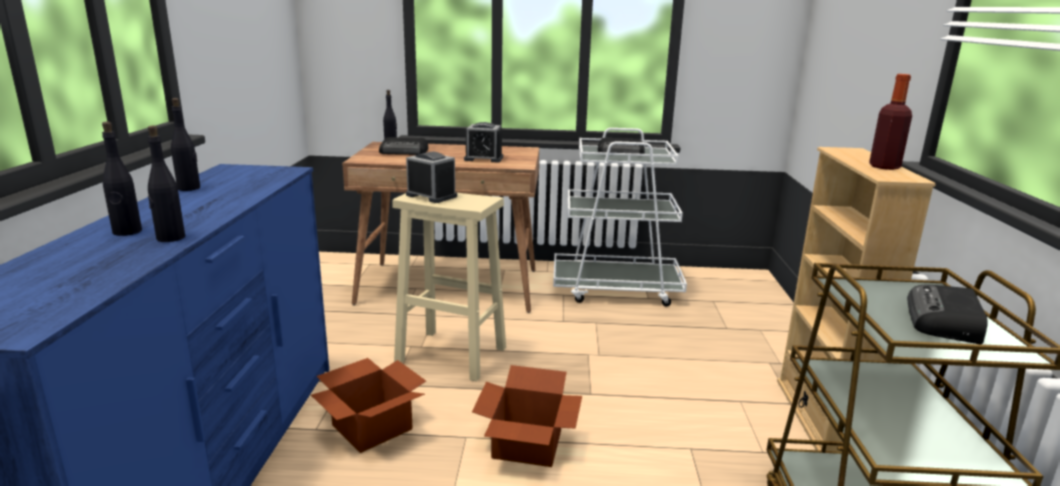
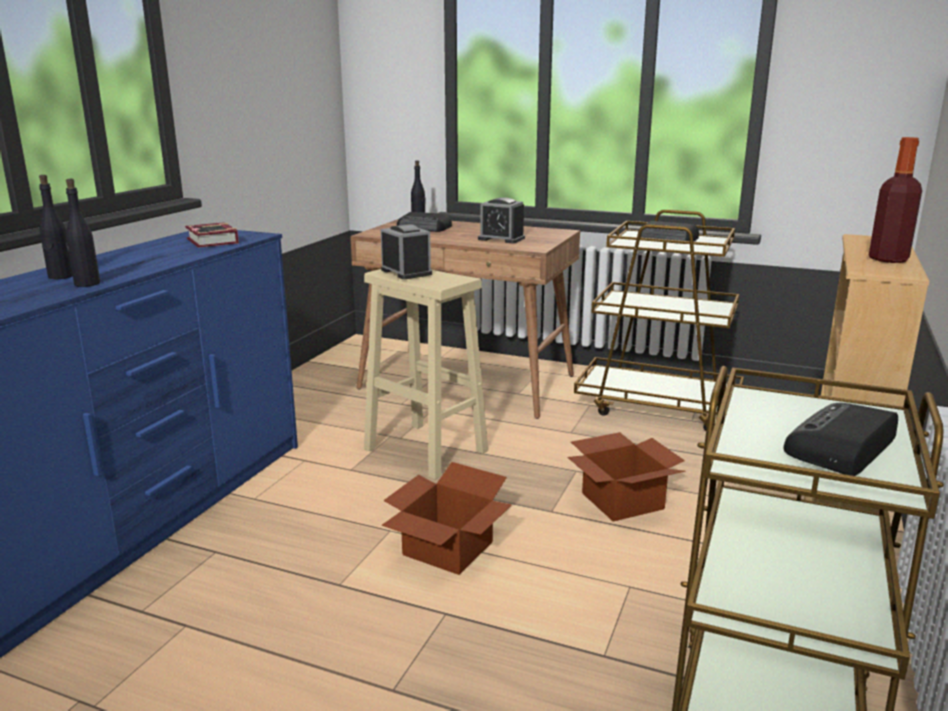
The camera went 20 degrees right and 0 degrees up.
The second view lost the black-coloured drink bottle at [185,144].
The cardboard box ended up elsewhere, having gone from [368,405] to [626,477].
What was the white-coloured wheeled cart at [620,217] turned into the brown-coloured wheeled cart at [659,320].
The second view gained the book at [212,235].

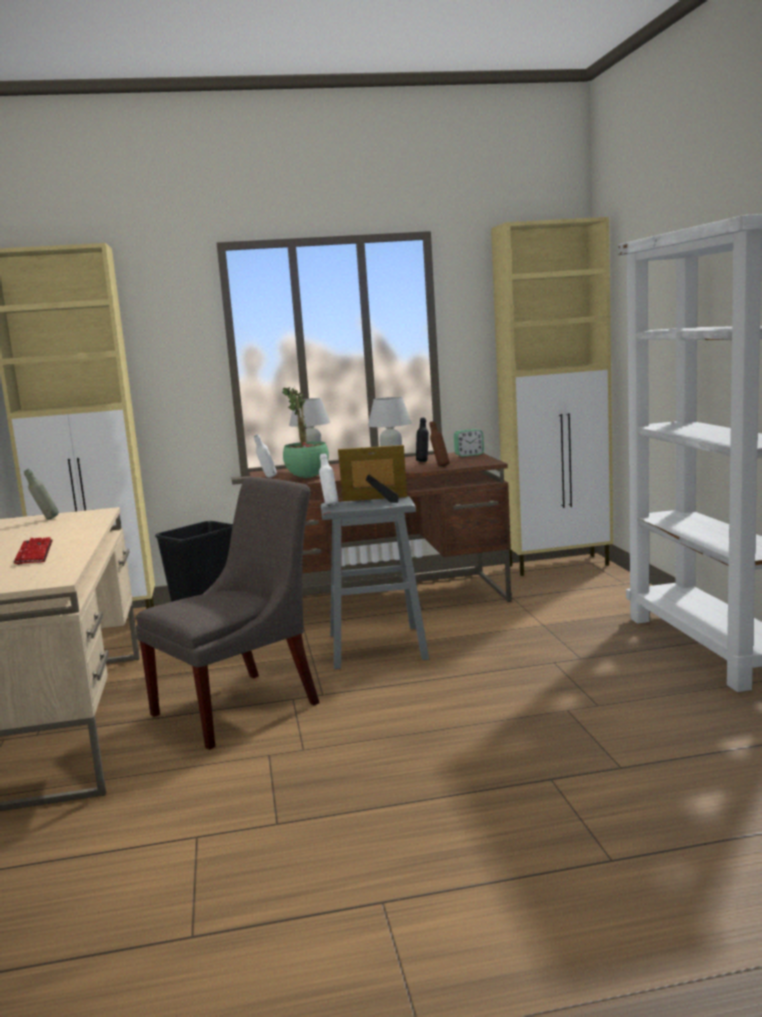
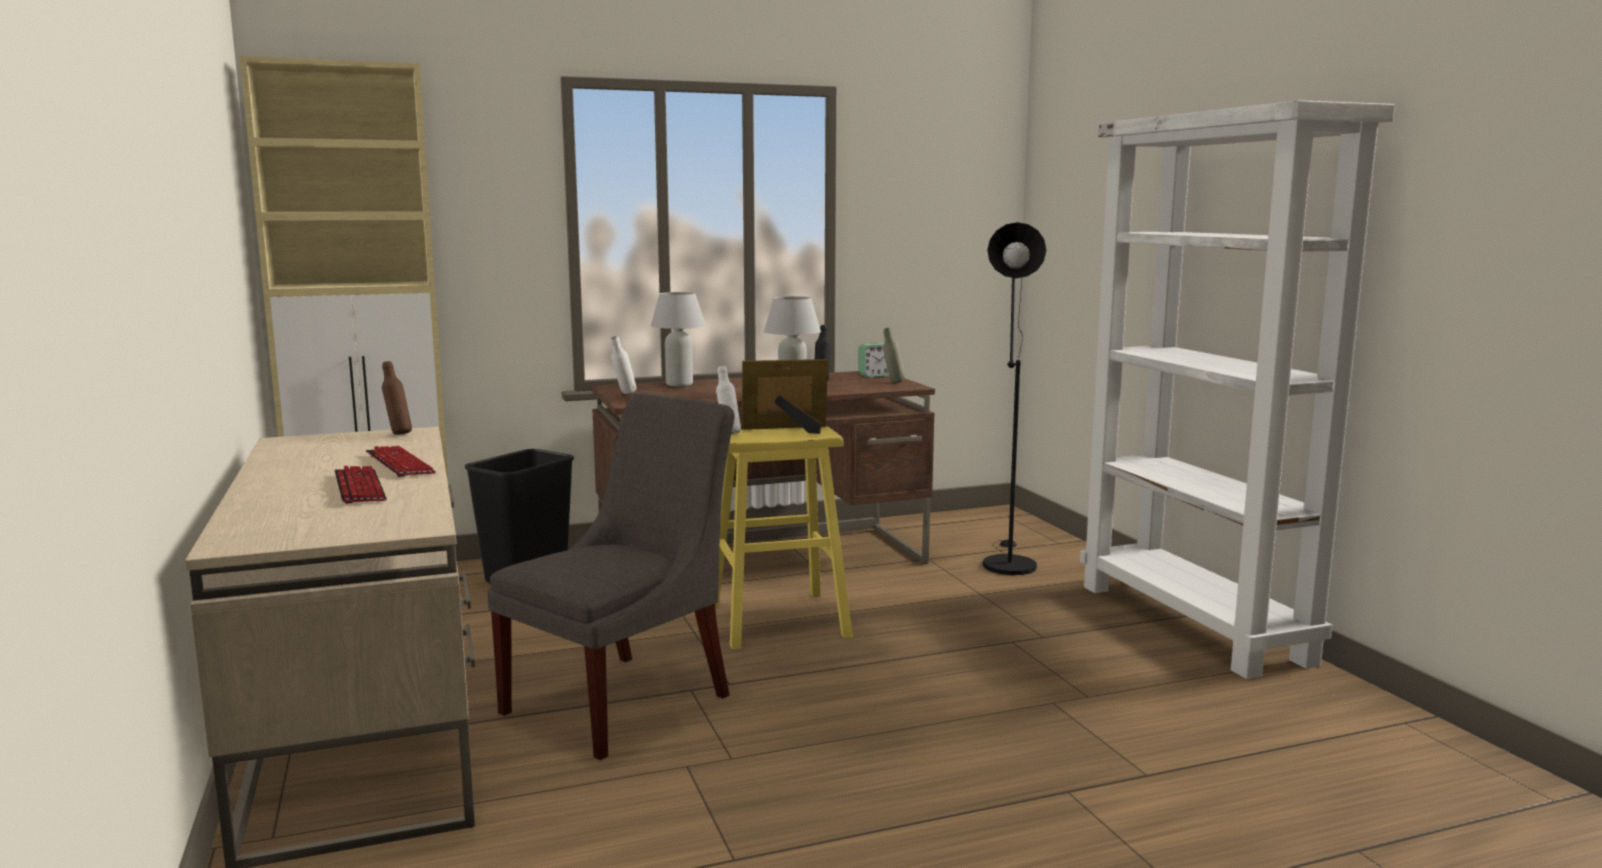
The camera went 10 degrees left and 0 degrees up.
The greyish drink bottle ended up elsewhere, having gone from [41,494] to [894,355].
The second view lost the potted plant at [305,432].
What was the greyish stool seat at [375,582] turned into the yellow-coloured stool seat at [784,538].
The brown-coloured drink bottle ended up elsewhere, having gone from [439,444] to [397,398].
The second view lost the beige cabinet at [552,396].
The second view gained the PC keyboard at [401,461].
The second view gained the black-coloured standing lamp at [1014,398].

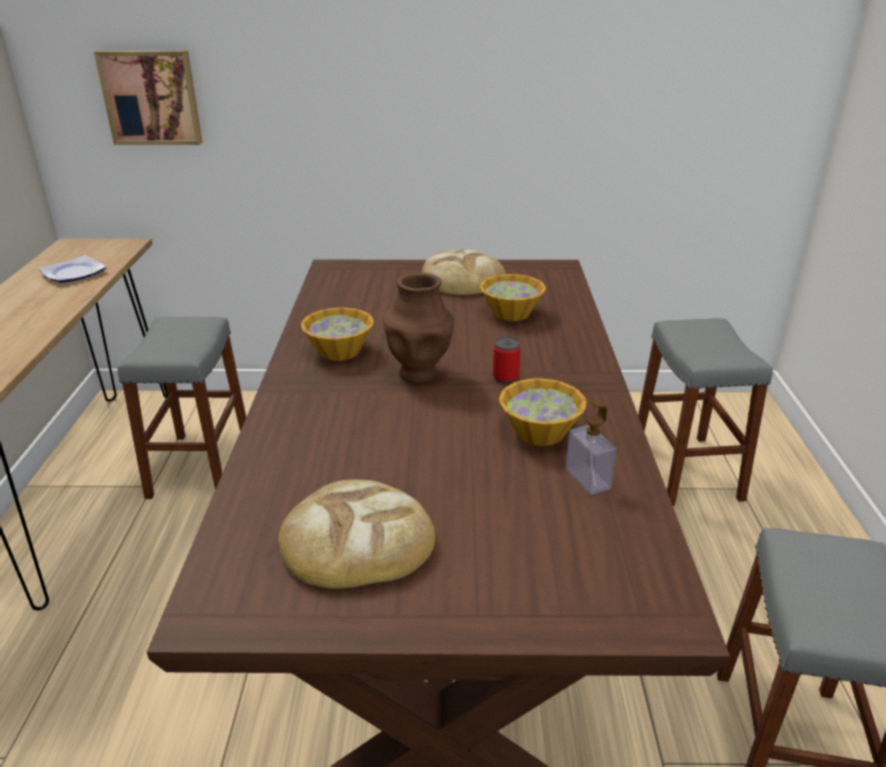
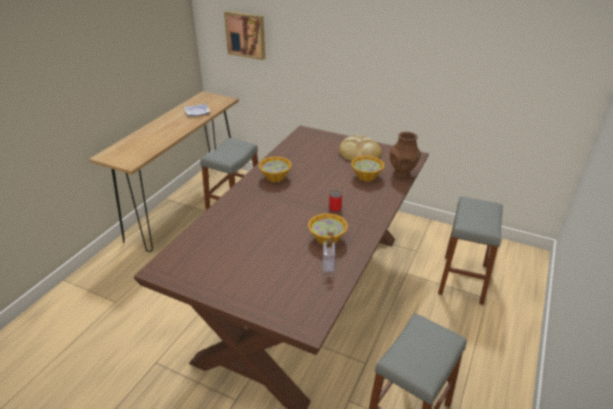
The camera went 25 degrees right and 5 degrees up.
The second view lost the bread at [357,534].
The brown-coloured vase ended up elsewhere, having gone from [418,327] to [405,155].

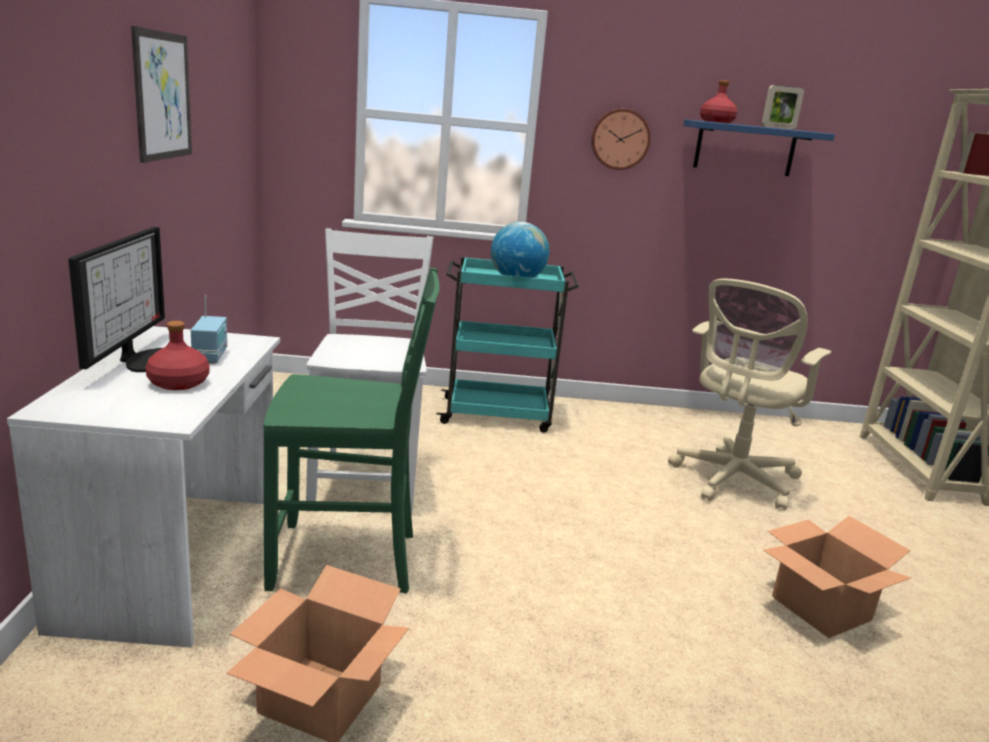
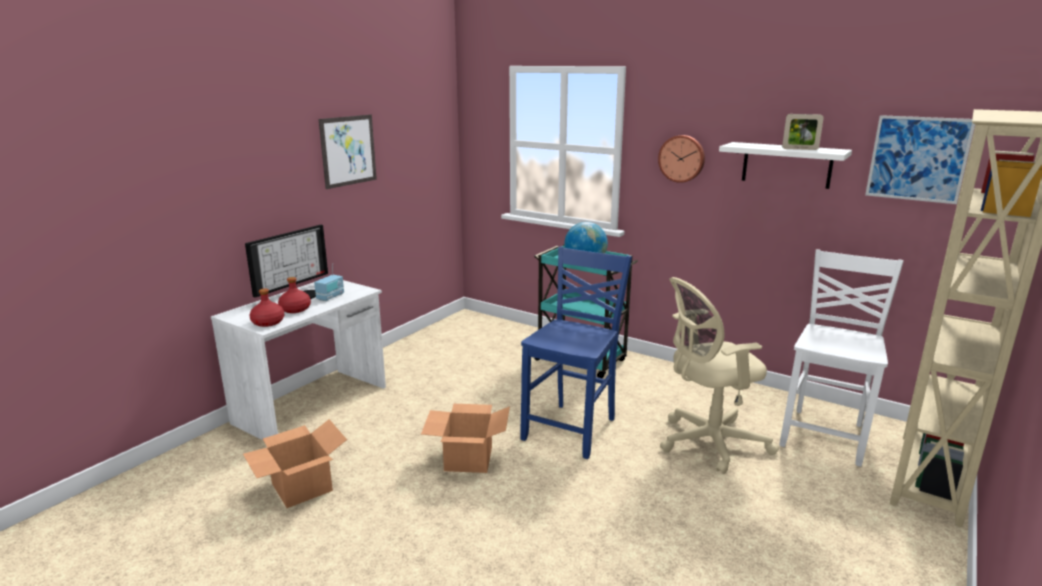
The camera went 35 degrees right and 0 degrees up.
The second view lost the green-coloured chair at [351,430].
The white-coloured chair ended up elsewhere, having gone from [370,372] to [841,358].
What was the blue wall shelf at [759,147] turned into the white-coloured wall shelf at [785,165].
The red drink bottle ended up elsewhere, having gone from [718,101] to [267,308].
The cardboard box ended up elsewhere, having gone from [837,577] to [465,438].
The second view gained the blue chair at [576,352].
The second view gained the picture at [920,159].

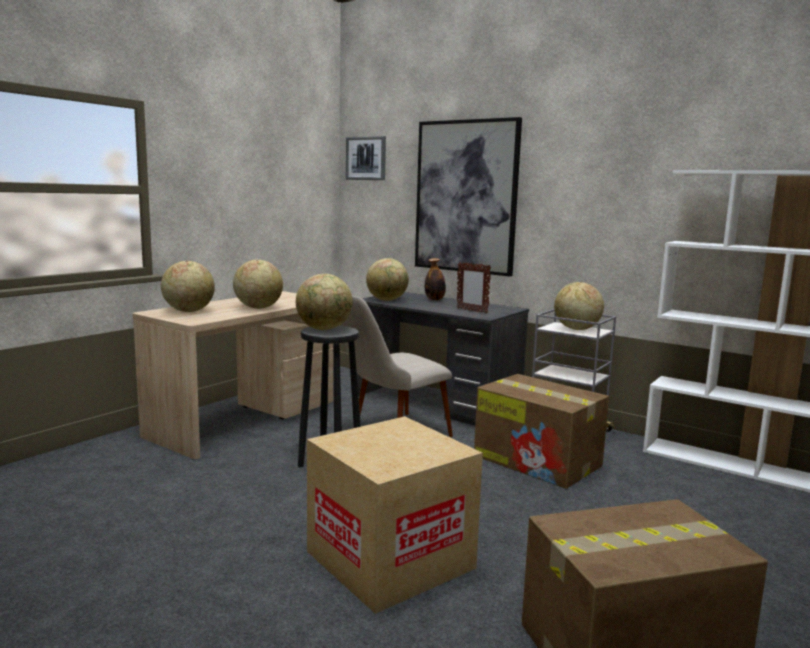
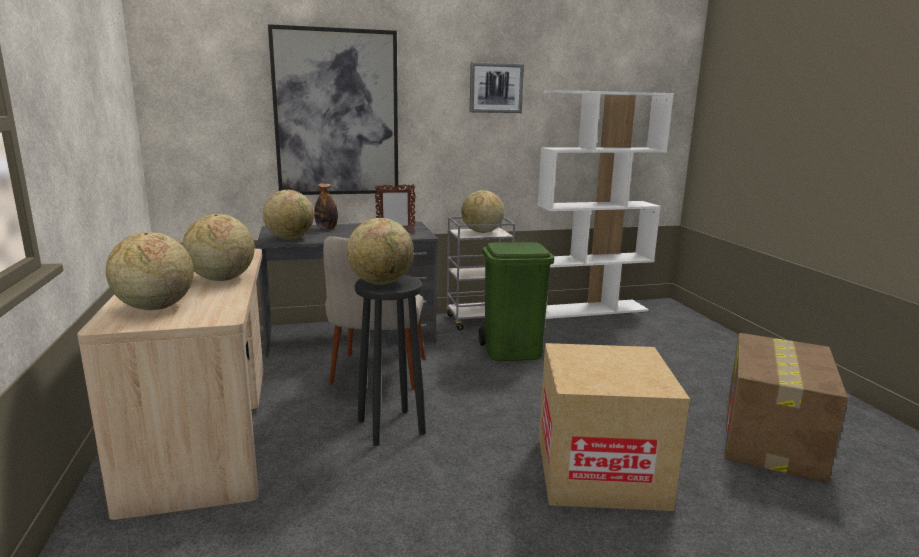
The camera went 50 degrees left and 5 degrees up.
The picture ended up elsewhere, having gone from [366,158] to [497,87].
Where the cardboard box stood at [541,431], the green-coloured trash can came to stand at [516,301].

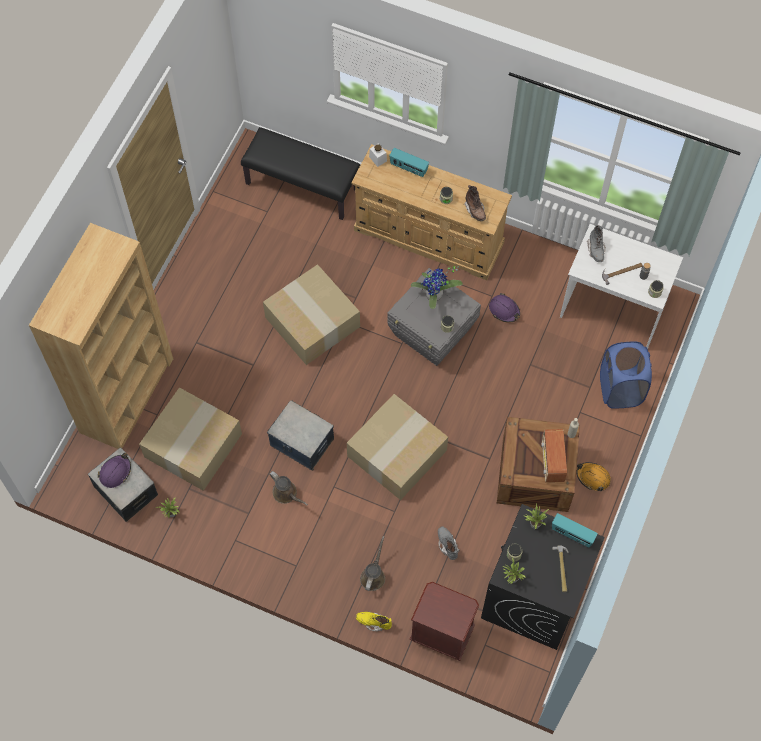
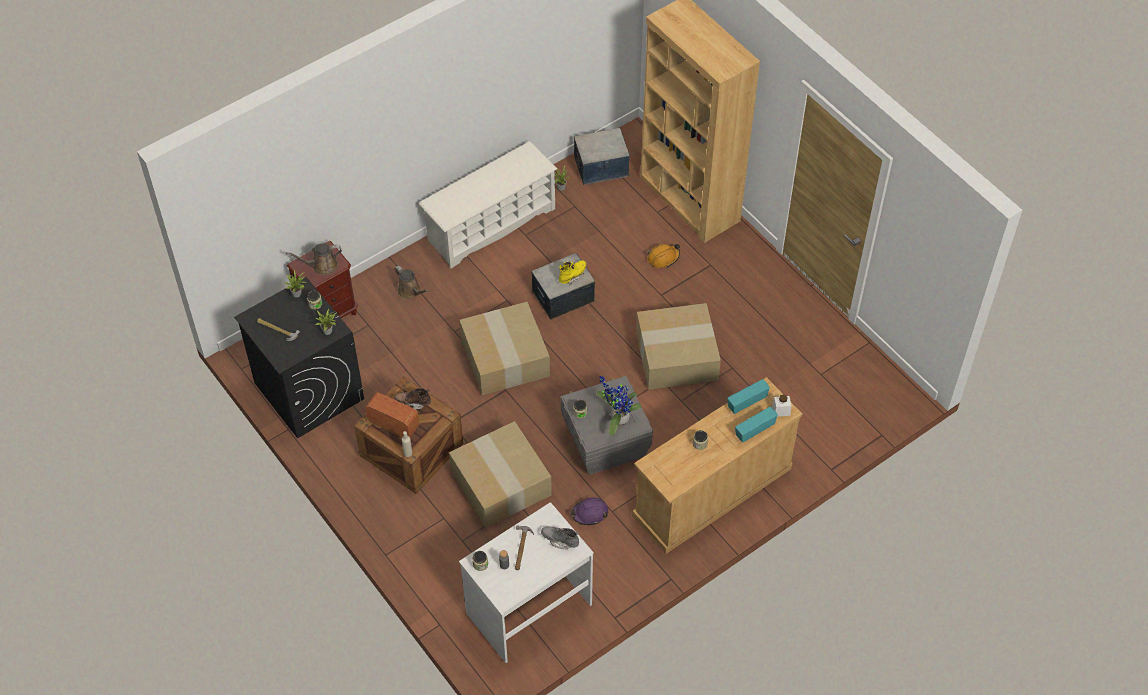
The camera went 120 degrees right and 10 degrees down.
The second view lost the purple work helmet at [114,470].
The cardboard box ended up elsewhere, having gone from [190,439] to [500,474].
The second view lost the black-coloured indoor bench at [300,173].
The brown-coloured watering can ended up elsewhere, having gone from [288,488] to [314,259].
The yellow-coloured boot ended up elsewhere, having gone from [374,621] to [572,273].
The second view lost the greyish boot at [449,543].
The brown-coloured boot ended up elsewhere, having gone from [475,203] to [412,399].
The radio receiver ended up elsewhere, having gone from [575,530] to [748,396].
The orange-coloured work helmet ended up elsewhere, having gone from [593,476] to [663,256].
The second view lost the blue washing basket at [626,375].
The second view gained the white-coloured shoe shelf at [488,205].

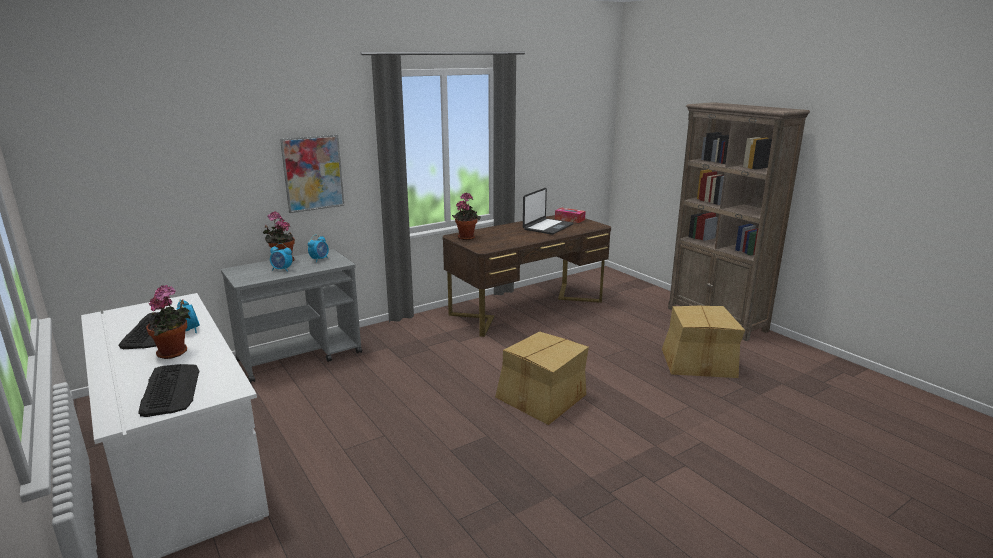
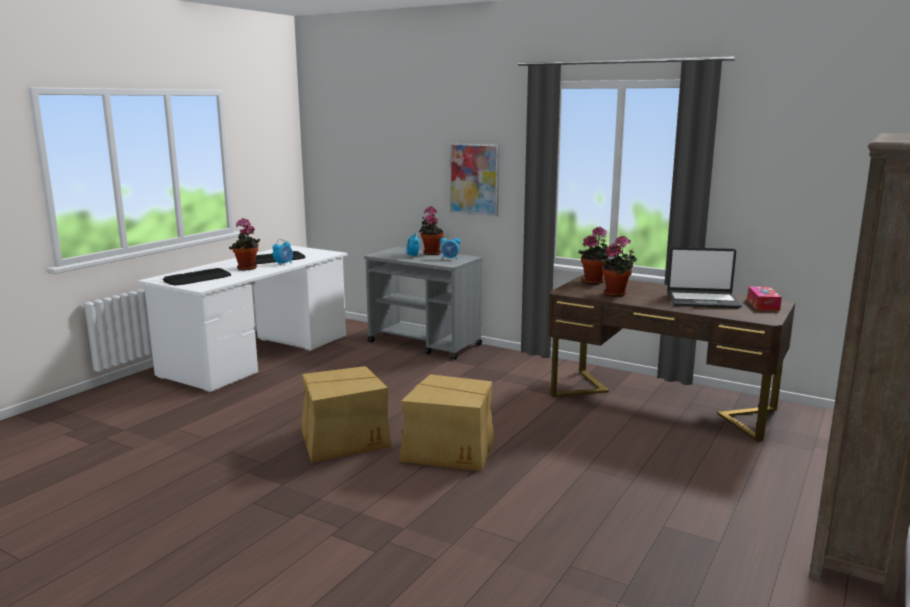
The camera went 65 degrees right and 5 degrees down.
The cardboard box ended up elsewhere, having gone from [703,341] to [346,414].
The second view gained the potted plant at [619,266].

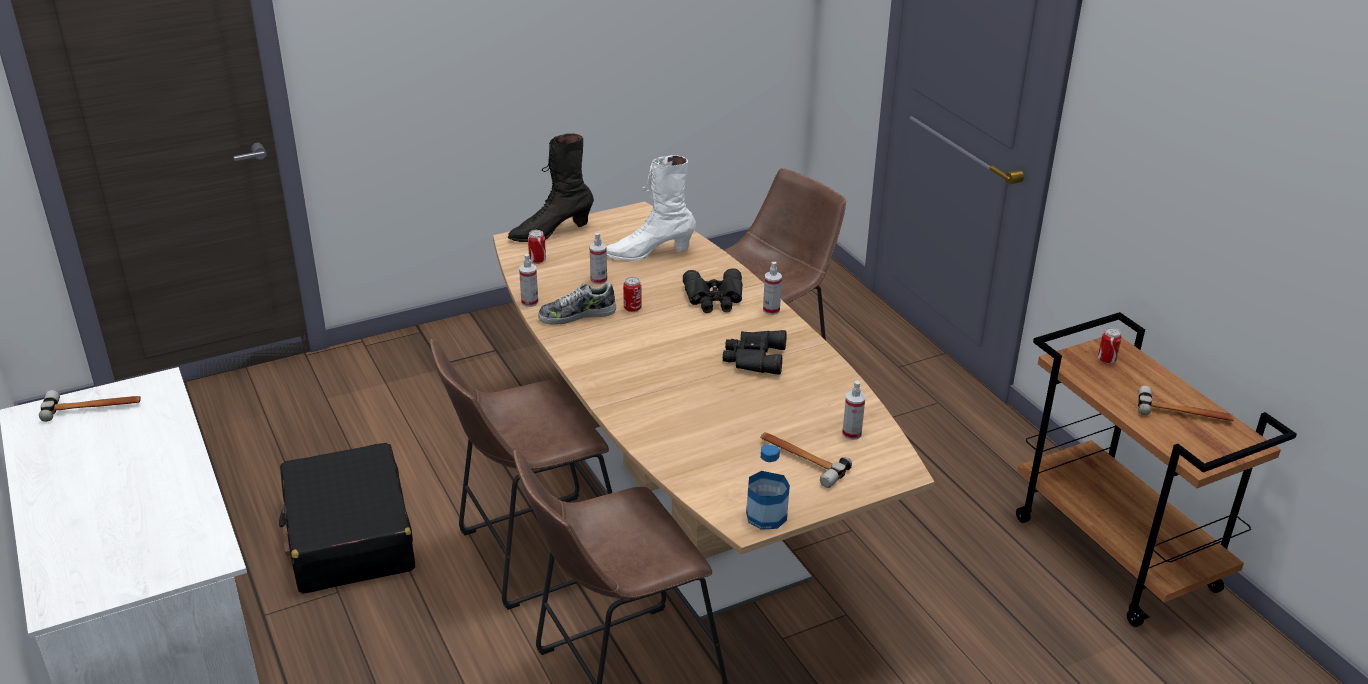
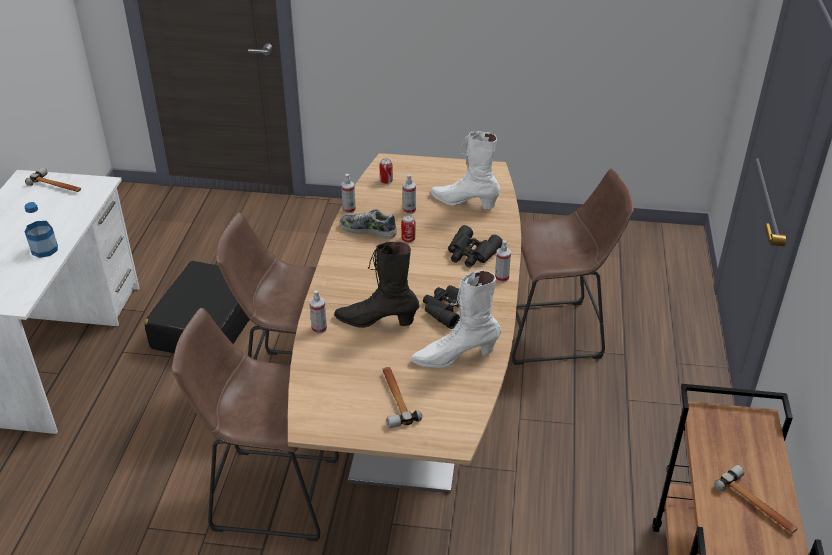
The camera went 35 degrees right and 5 degrees up.
The black-coloured boot ended up elsewhere, having gone from [551,187] to [376,285].
The drink bottle ended up elsewhere, having gone from [768,487] to [41,230].
The hand sprayer ended up elsewhere, having gone from [854,410] to [318,312].
The second view lost the metal can at [1110,346].
The second view gained the white-coloured boot at [456,319].

